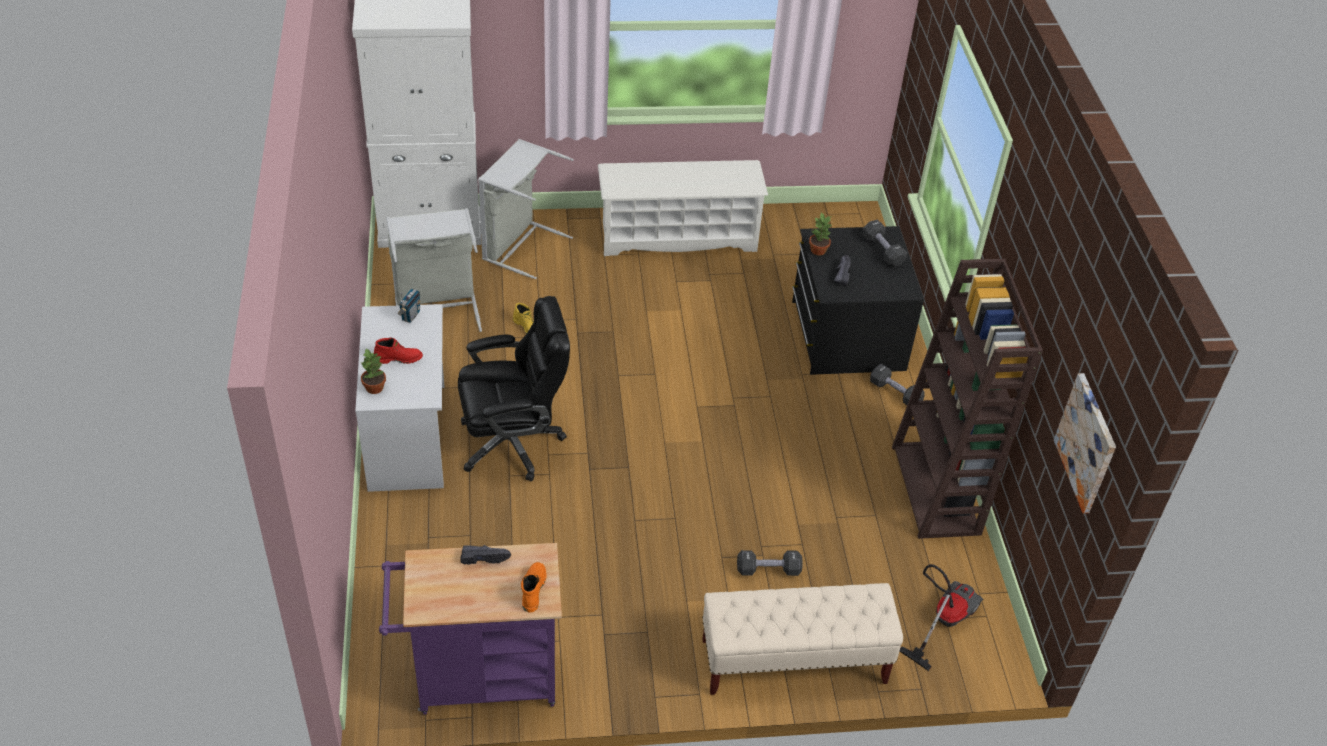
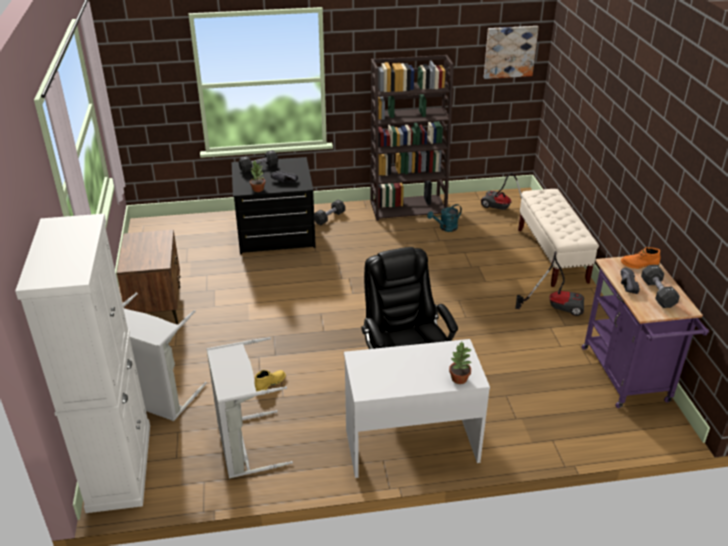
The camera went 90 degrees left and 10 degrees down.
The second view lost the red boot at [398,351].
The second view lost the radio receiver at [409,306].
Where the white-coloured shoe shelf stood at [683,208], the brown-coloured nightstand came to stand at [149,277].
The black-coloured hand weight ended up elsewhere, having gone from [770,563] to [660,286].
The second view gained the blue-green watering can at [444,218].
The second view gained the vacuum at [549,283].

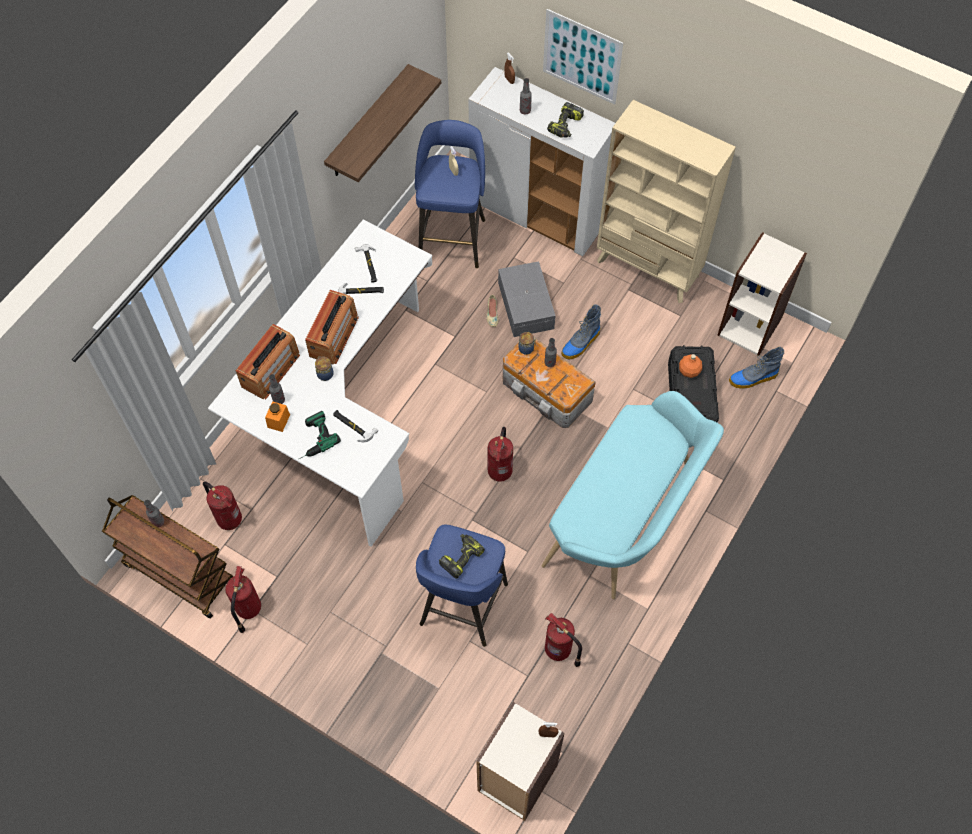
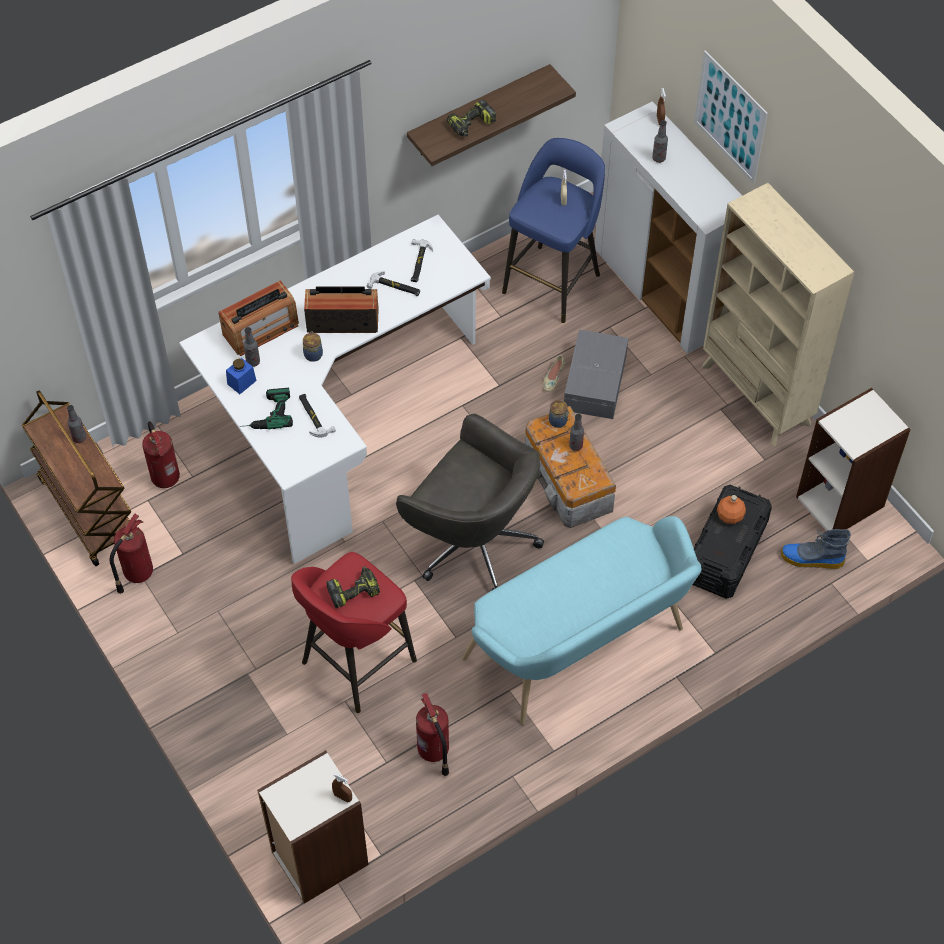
The camera went 25 degrees right and 5 degrees down.
What was the orange-coloured preserve jar at [277,416] turned into the blue preserve jar at [241,376].
The radio receiver at [332,327] ended up facing another way, 135 degrees counterclockwise from before.
What was the blue stool seat at [462,586] turned into the red stool seat at [354,632].
Where the fire extinguisher stood at [500,454], the greyish computer chair came to stand at [470,502].
The drill ended up elsewhere, having gone from [565,120] to [471,118].
The second view lost the boot at [581,331].

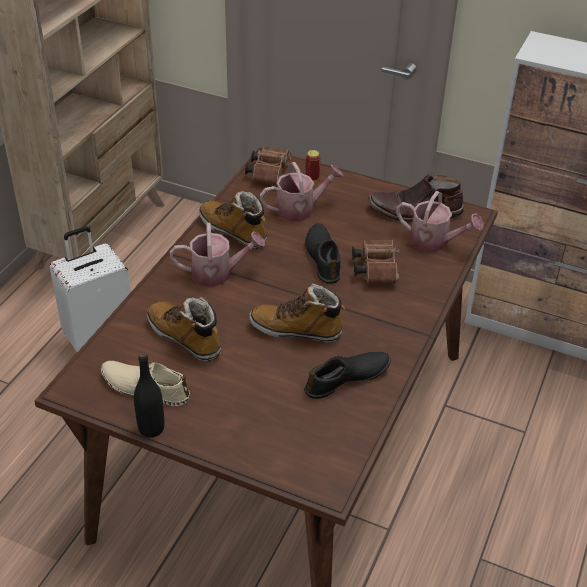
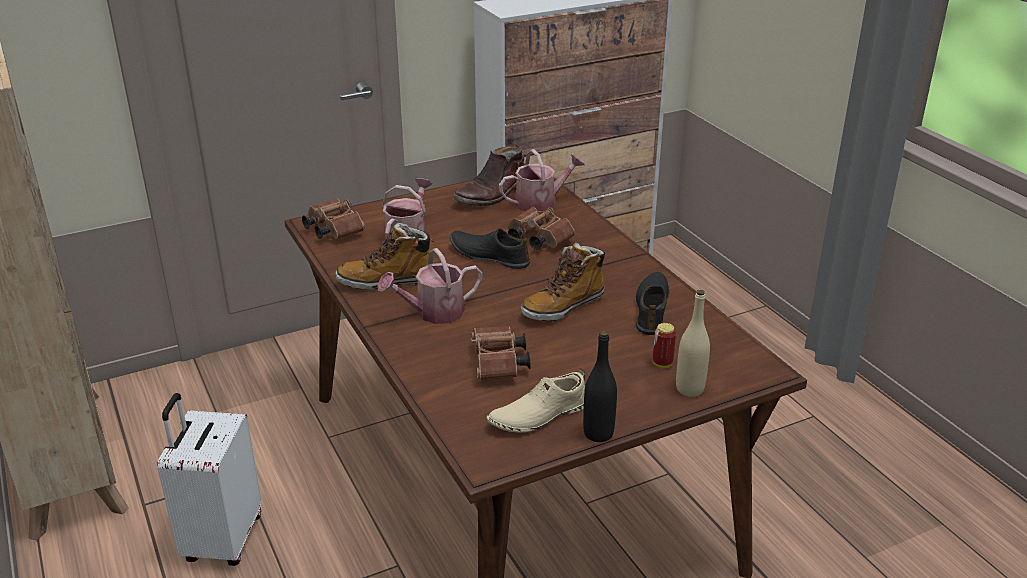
The camera went 50 degrees left and 10 degrees down.
Where the boot stood at [184,329], the brown-coloured binoculars came to stand at [500,353].
The watering can at [218,255] ended up facing another way, 150 degrees counterclockwise from before.
The metal can ended up elsewhere, having gone from [312,166] to [664,345].
The second view gained the beige drink bottle at [693,343].

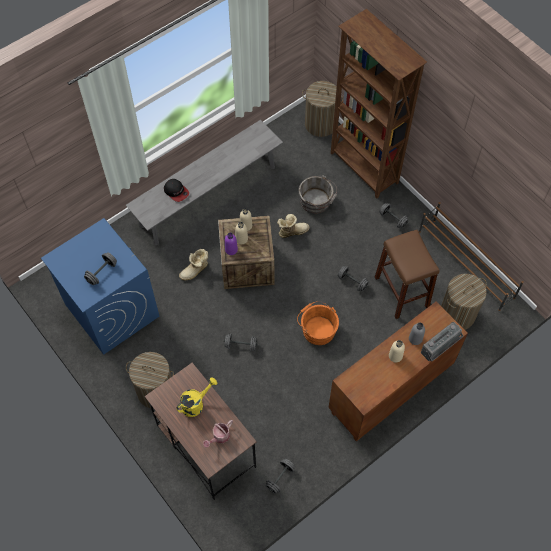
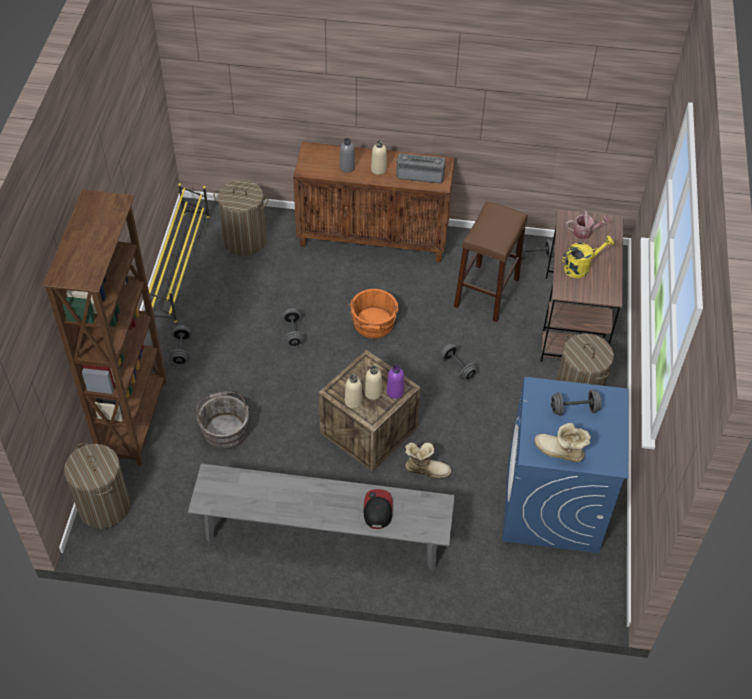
The camera went 135 degrees left and 10 degrees down.
The yellow-coloured watering can at [196,397] ended up facing another way, 150 degrees clockwise from before.
The boot ended up elsewhere, having gone from [293,226] to [562,442].
The brown-coloured stool seat ended up elsewhere, having gone from [407,274] to [491,261].
What was the brown-coloured shoe shelf at [471,256] turned into the yellow-coloured shoe shelf at [179,253].
The radio receiver ended up elsewhere, having gone from [442,341] to [421,168].

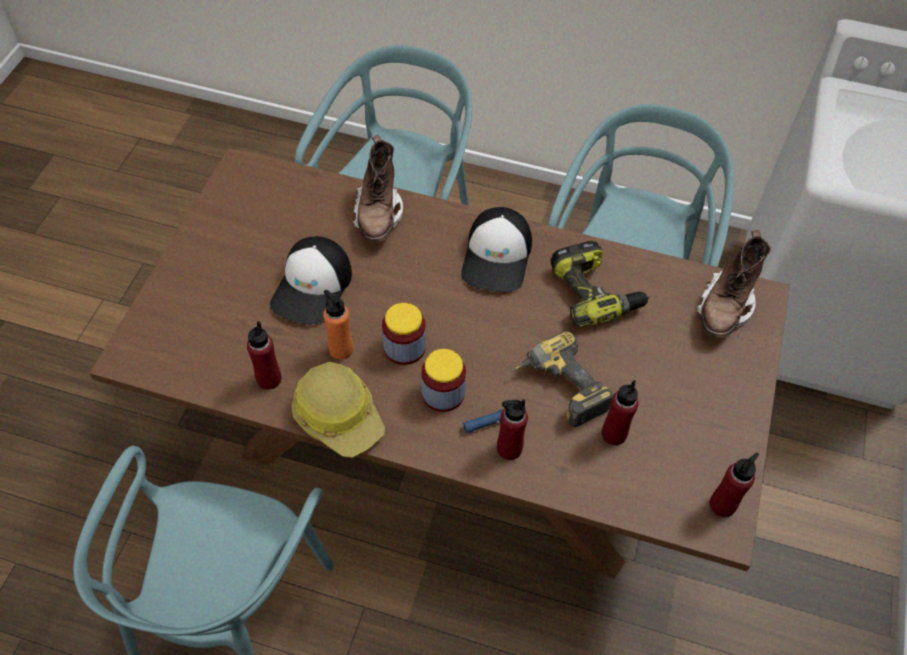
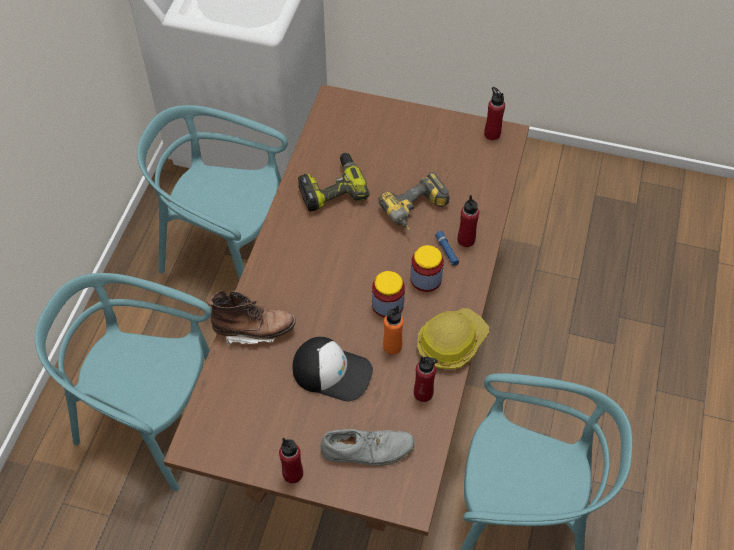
The camera went 90 degrees left and 0 degrees up.
The second view lost the peaked cap at [496,249].
The red drink bottle ended up elsewhere, having gone from [620,412] to [291,460].
The second view lost the brown-coloured boot at [734,284].
The second view gained the greyish low shoe at [367,447].

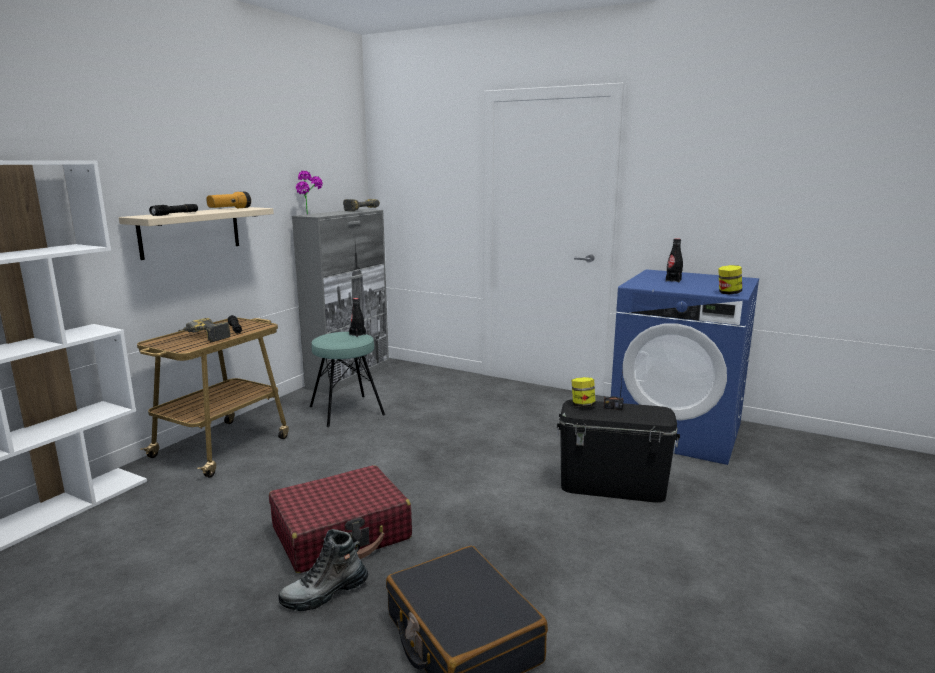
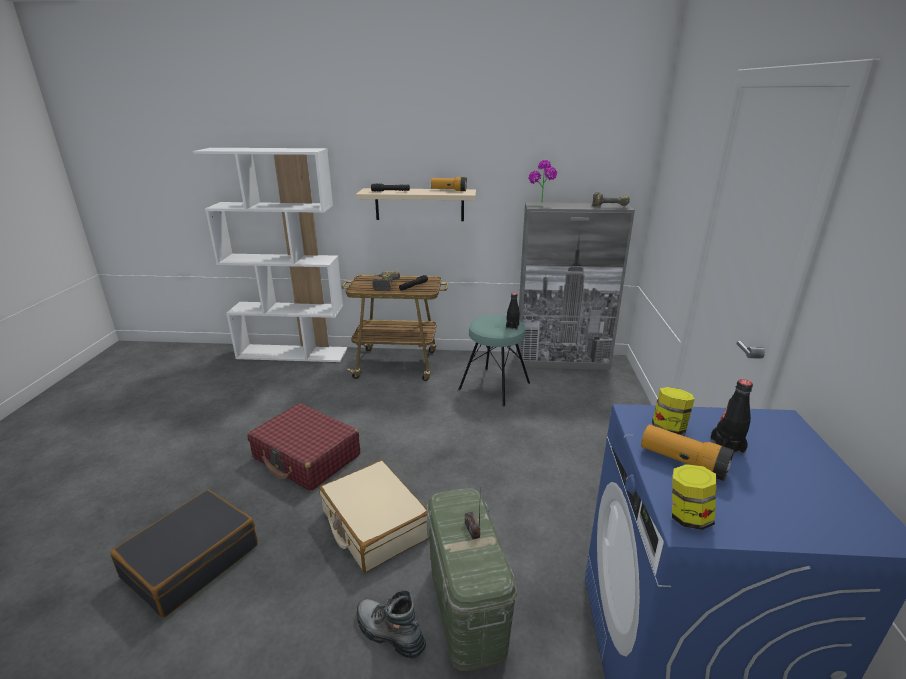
The camera went 65 degrees right and 10 degrees up.
The boot ended up elsewhere, having gone from [324,570] to [391,624].
What was the black-coloured storage bin at [618,451] turned into the green-coloured storage bin at [471,579].
The preserve jar ended up elsewhere, having gone from [584,392] to [673,411].
The second view gained the beige travel case at [374,516].
The second view gained the torch at [687,452].

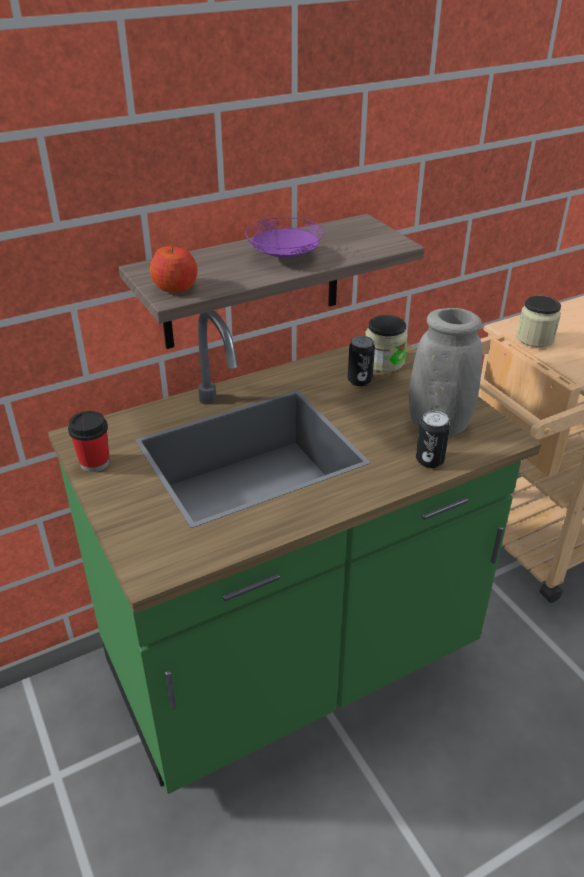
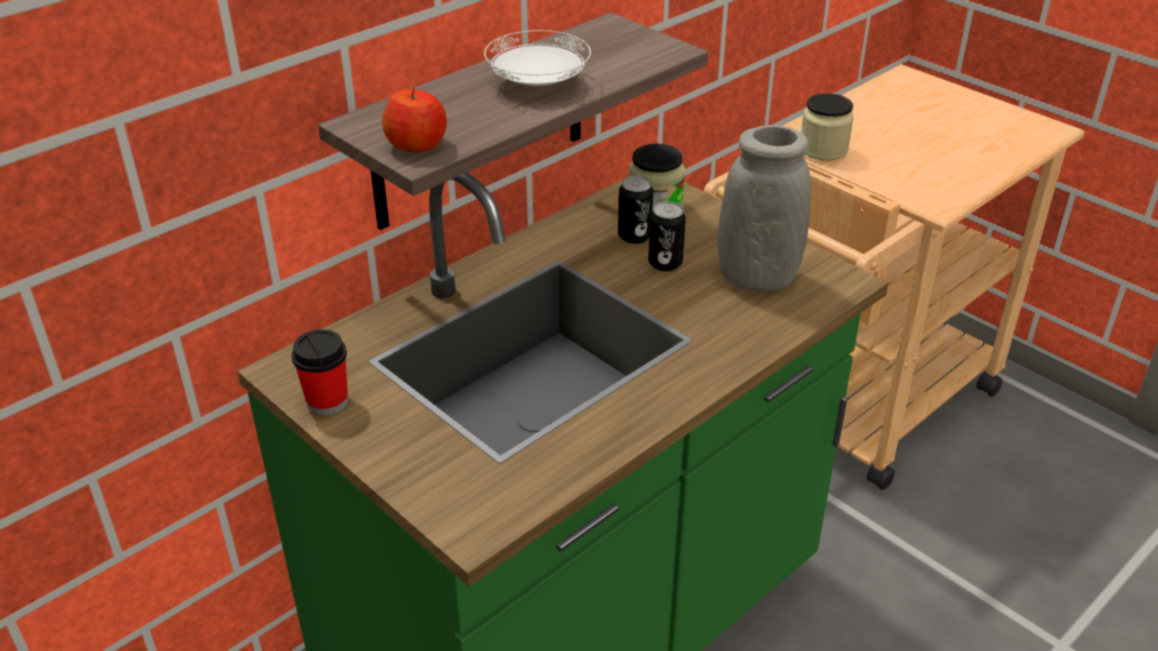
The camera went 15 degrees left and 0 degrees up.
What was the purple flat dish at [285,237] turned into the white-coloured flat dish at [537,58].
The metal can ended up elsewhere, having gone from [433,439] to [667,236].

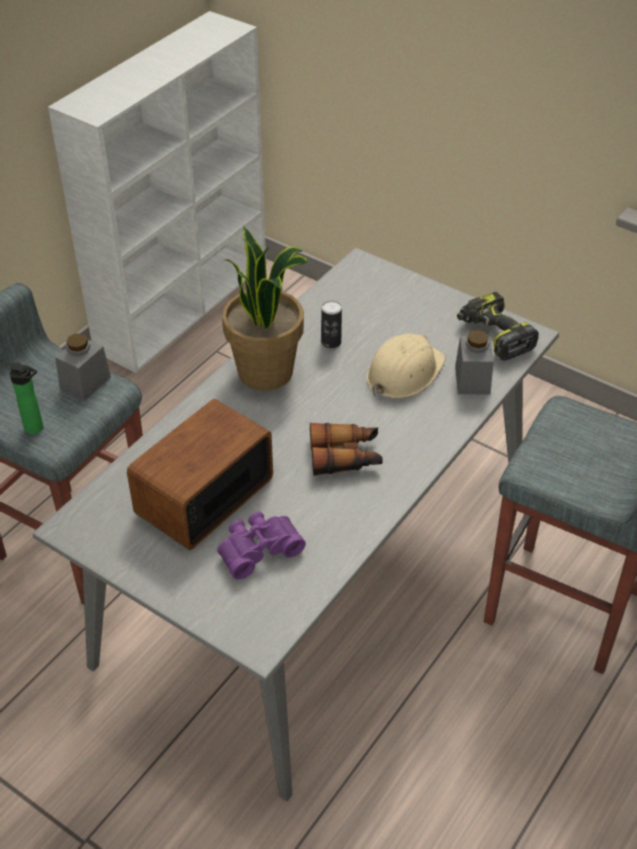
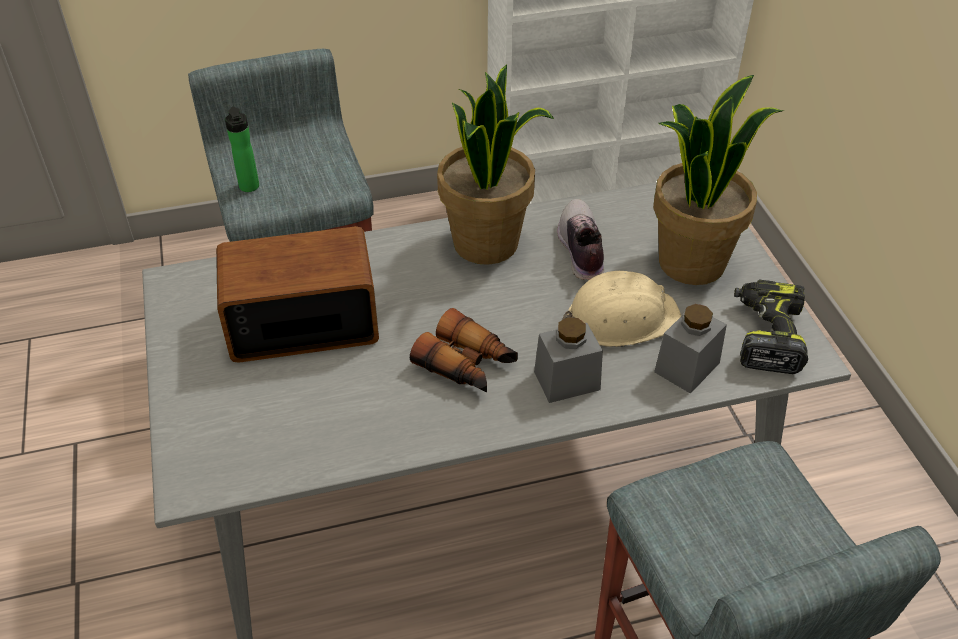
The camera went 40 degrees right and 0 degrees up.
The greyish preserve jar ended up elsewhere, having gone from [83,367] to [568,360].
The second view lost the purple binoculars at [261,545].
Where the metal can stood at [331,324], the low shoe came to stand at [580,239].
The second view gained the potted plant at [718,180].

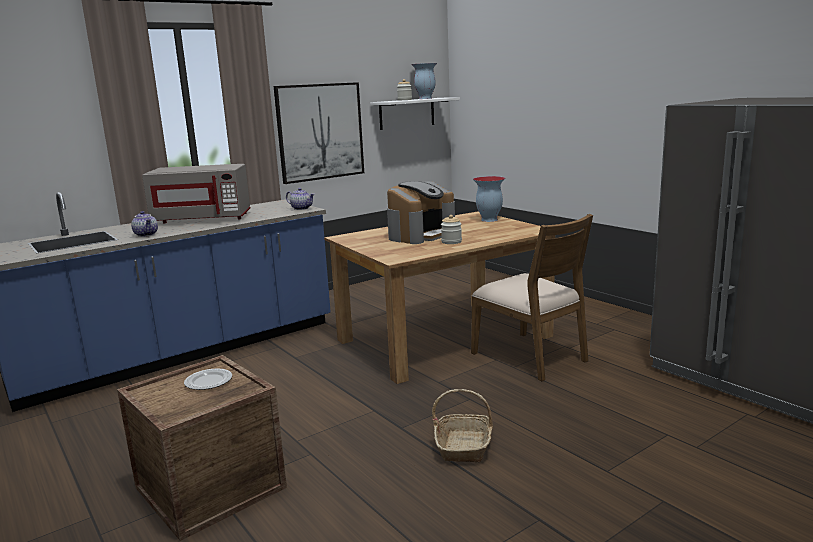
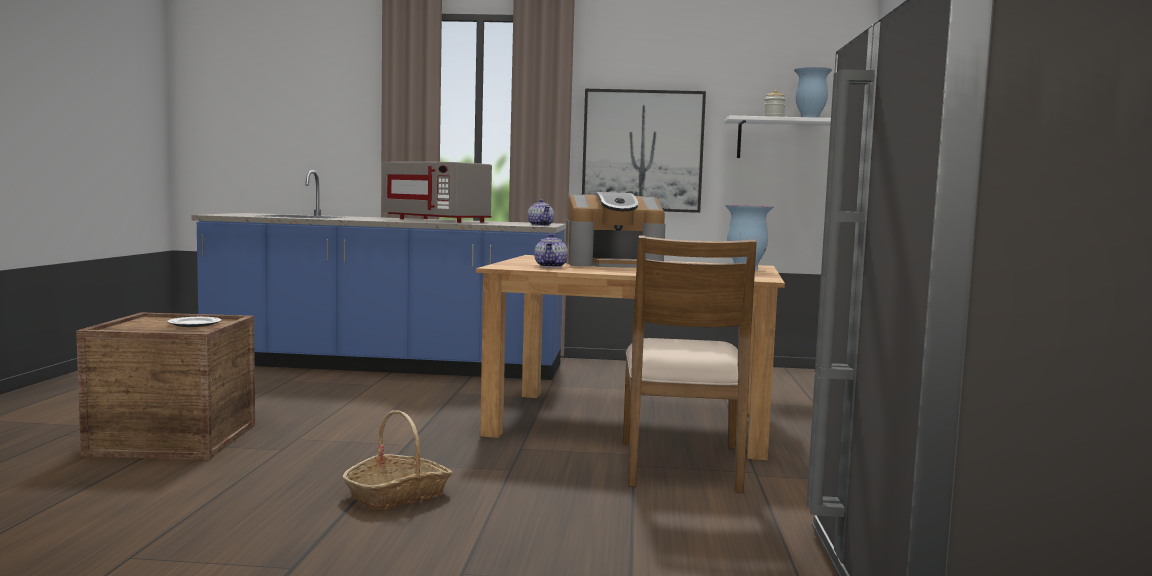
The camera went 40 degrees right and 10 degrees down.
The teapot ended up elsewhere, having gone from [144,224] to [551,250].
The second view lost the preserve jar at [451,229].

